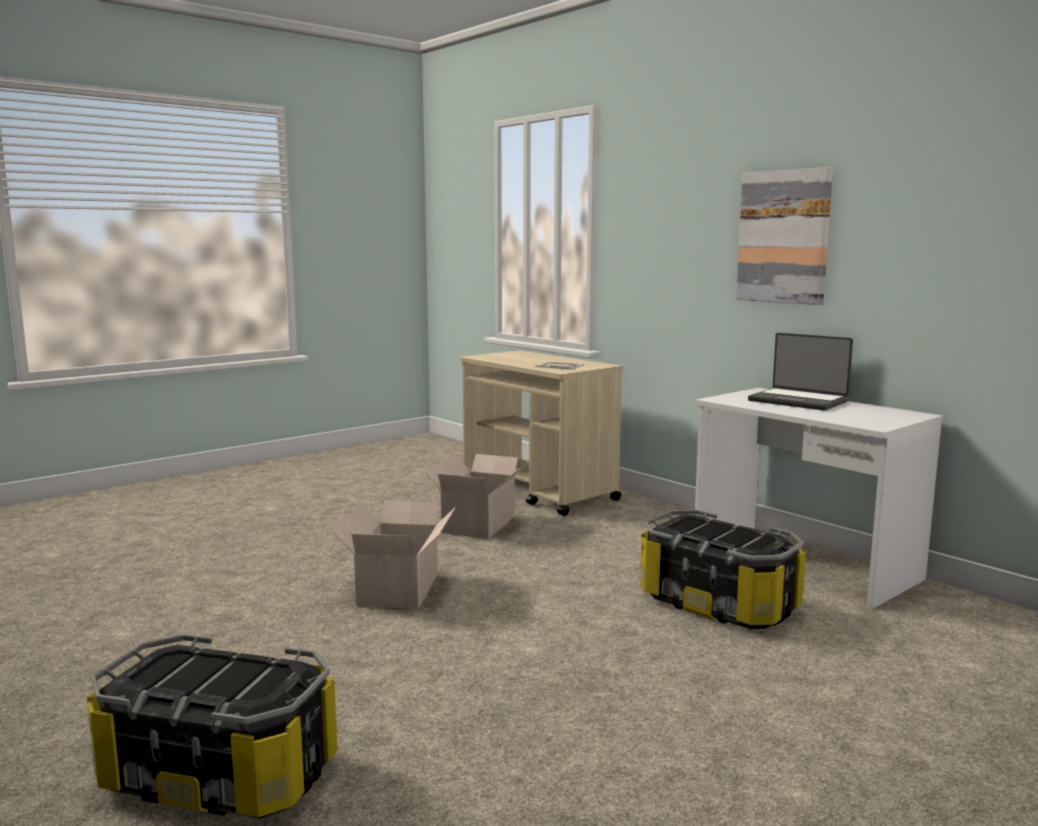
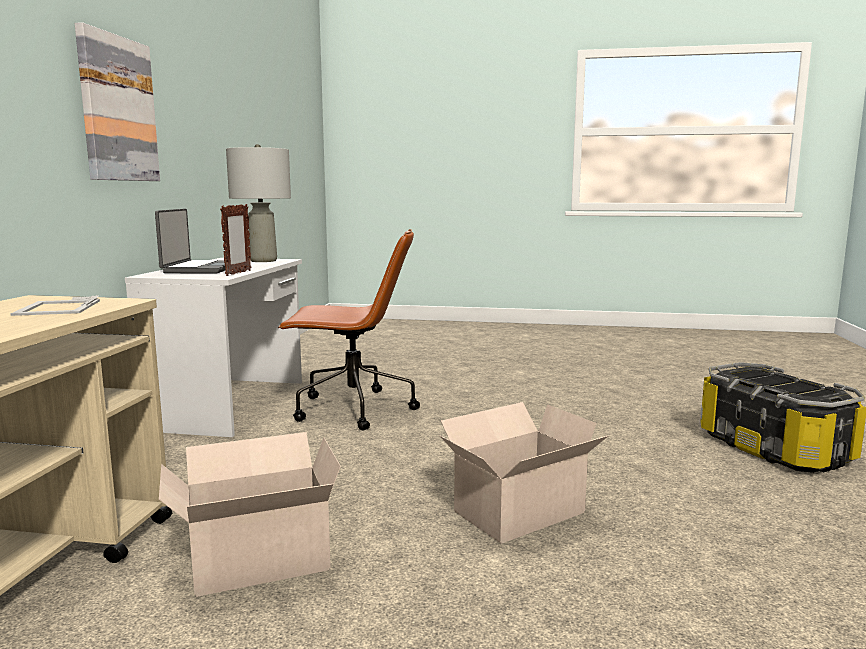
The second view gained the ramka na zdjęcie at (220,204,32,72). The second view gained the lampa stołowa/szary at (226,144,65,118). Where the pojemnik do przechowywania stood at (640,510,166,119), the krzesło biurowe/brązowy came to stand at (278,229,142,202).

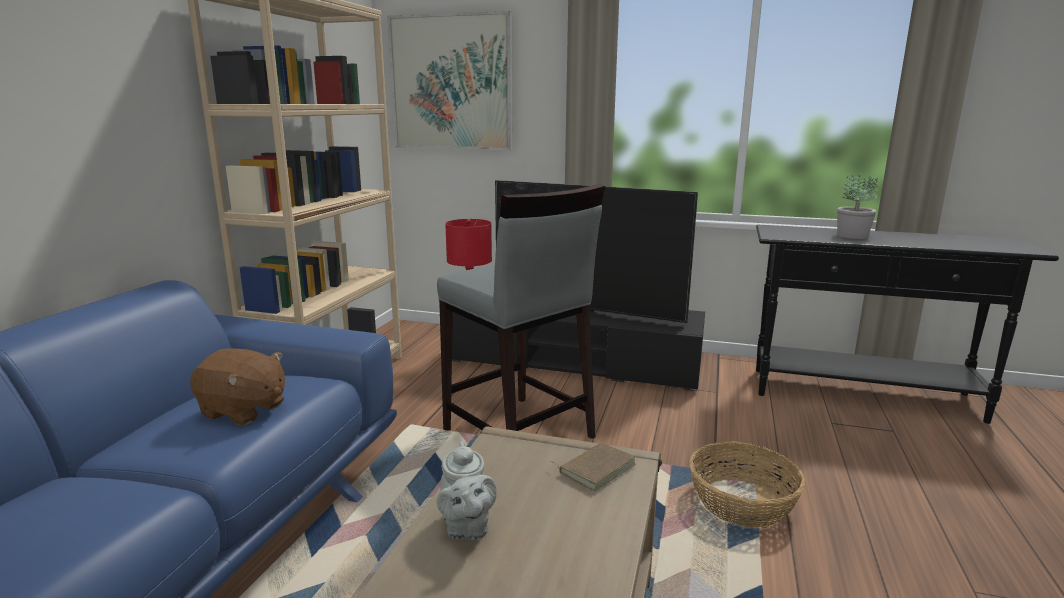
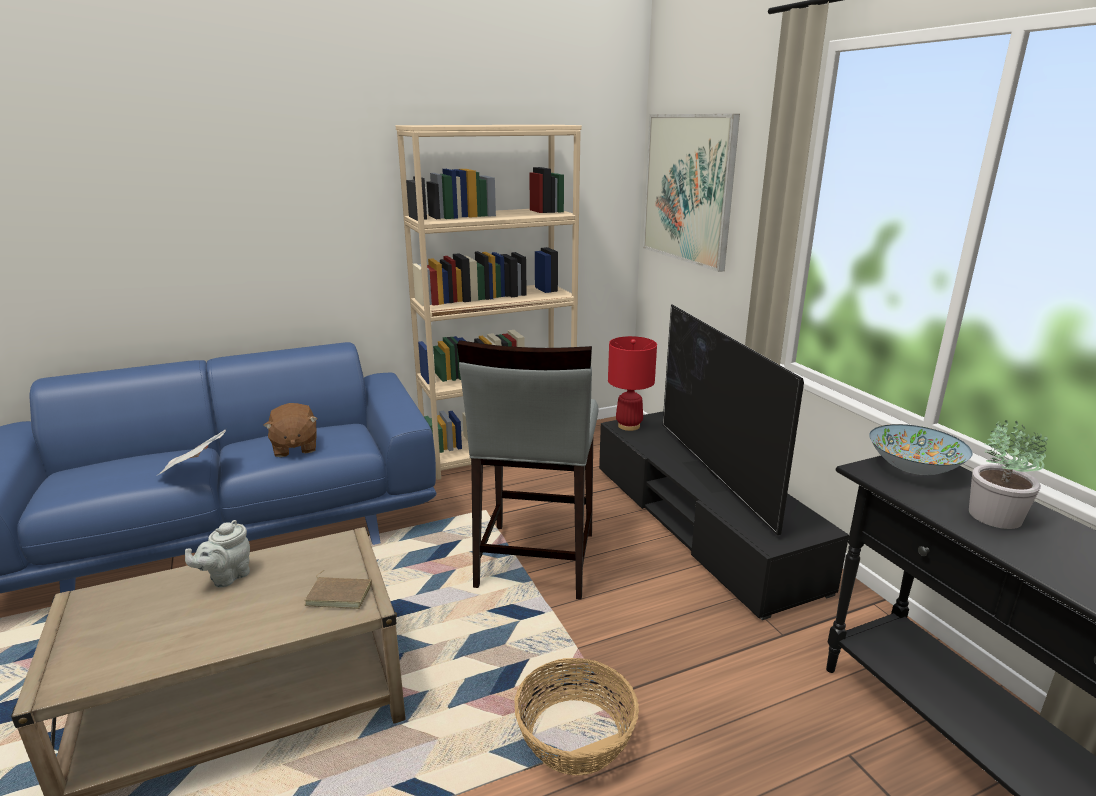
The second view gained the gazeta at (158,429,68,46). The second view gained the miska at (869,424,103,51).

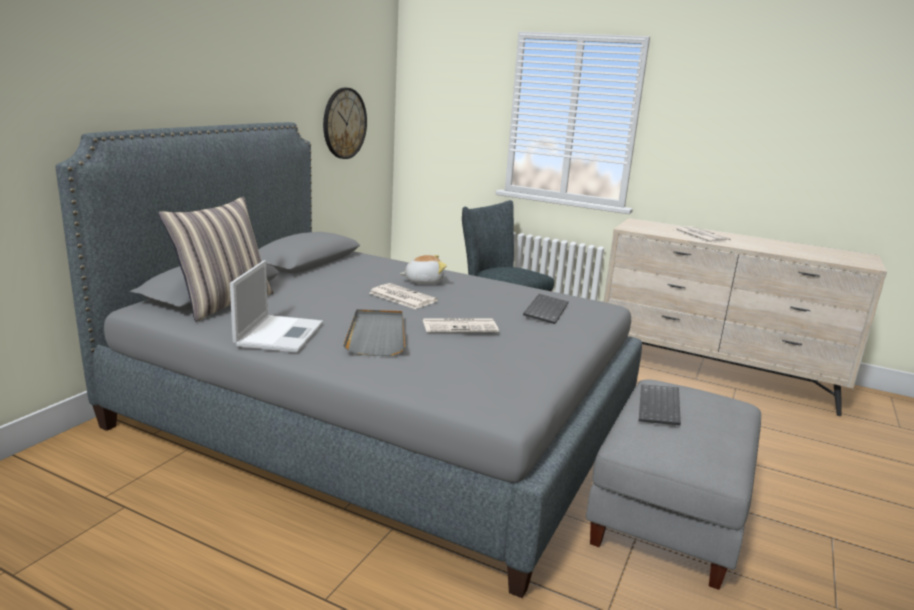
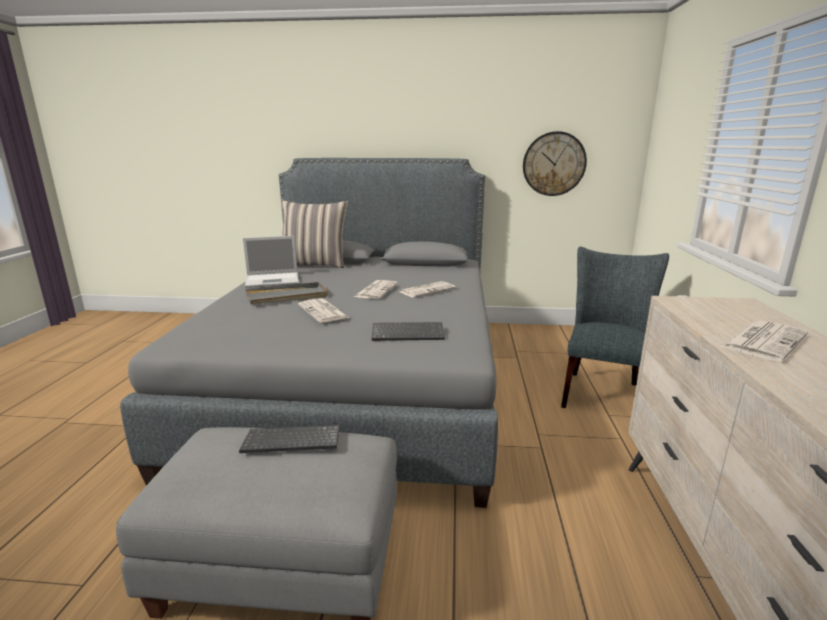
Where the pluszak stood at (400,255,47,29), the gazeta came to stand at (399,281,57,17).

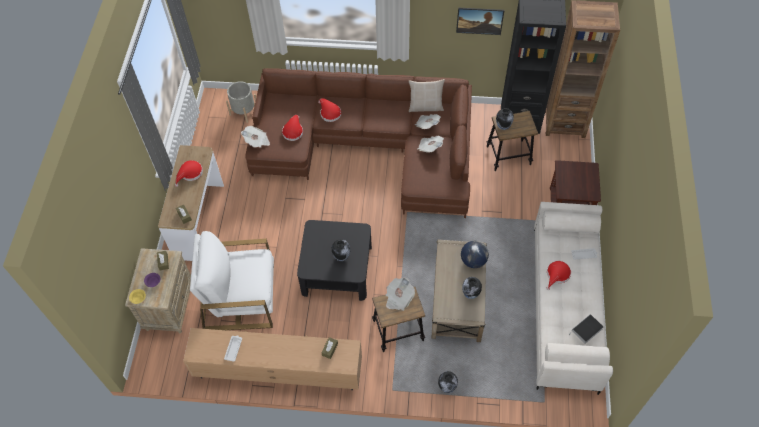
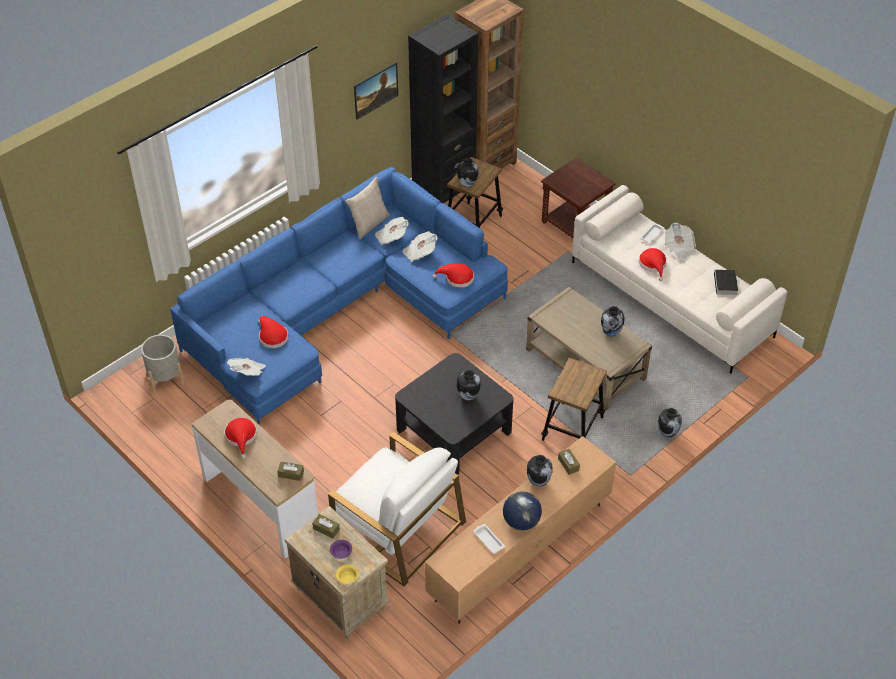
The second view gained the wazon at (527,455,26,32). The kapelusz/czerwony ended up elsewhere, having gone from (318,98,23,24) to (433,263,41,25). The gazeta ended up elsewhere, having gone from (386,277,29,34) to (665,223,31,38). The globus ended up elsewhere, having gone from (461,241,28,27) to (503,491,39,39). What was the kanapa/brązowy at (245,68,227,150) turned into the kanapa/niebieski at (170,167,338,258). The fotel/biały at (190,231,84,99) ended up facing another way, 90 degrees counterclockwise from before.

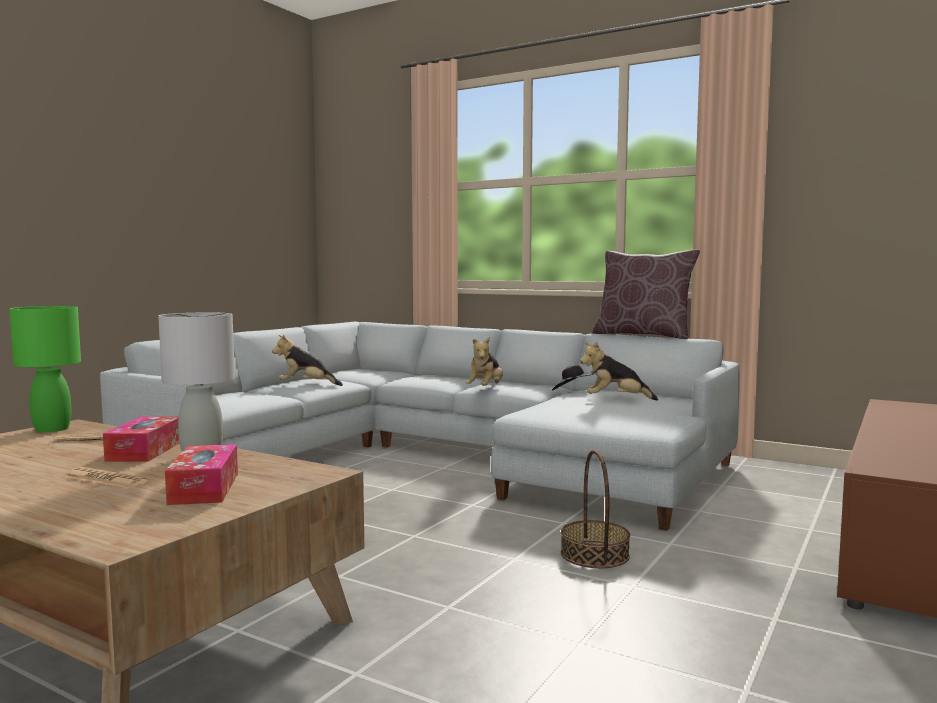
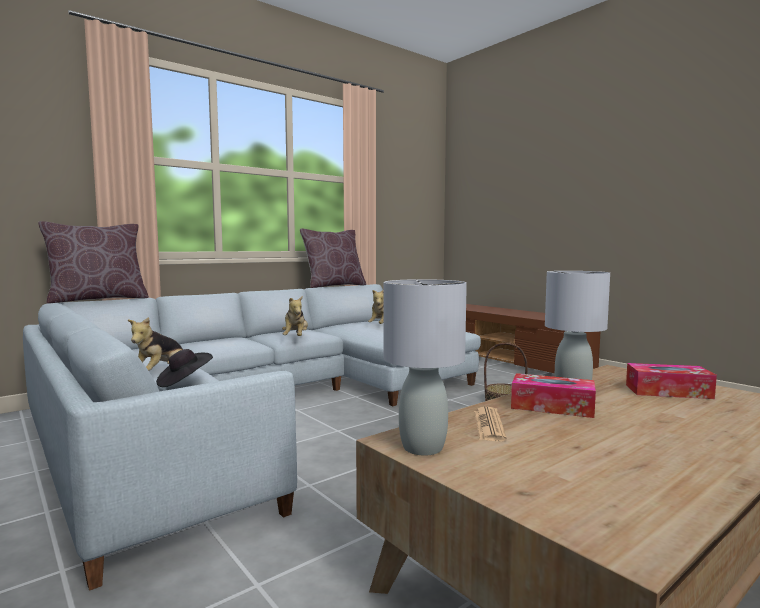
The second view lost the gazeta at (65,467,84,22). The second view gained the poduszka/brązowy at (38,221,111,83). The kapelusz/czarny ended up elsewhere, having gone from (552,365,43,26) to (156,349,57,38). What was the lampa stołowa/zielony at (9,306,72,127) turned into the lampa stołowa/szary at (383,279,84,177). The pluszak at (466,337,37,49) ended up facing another way, 45 degrees clockwise from before.

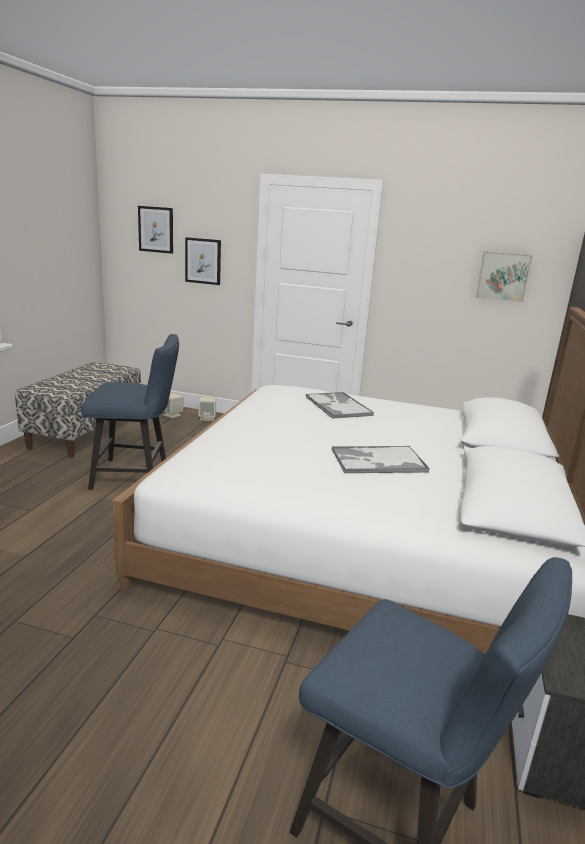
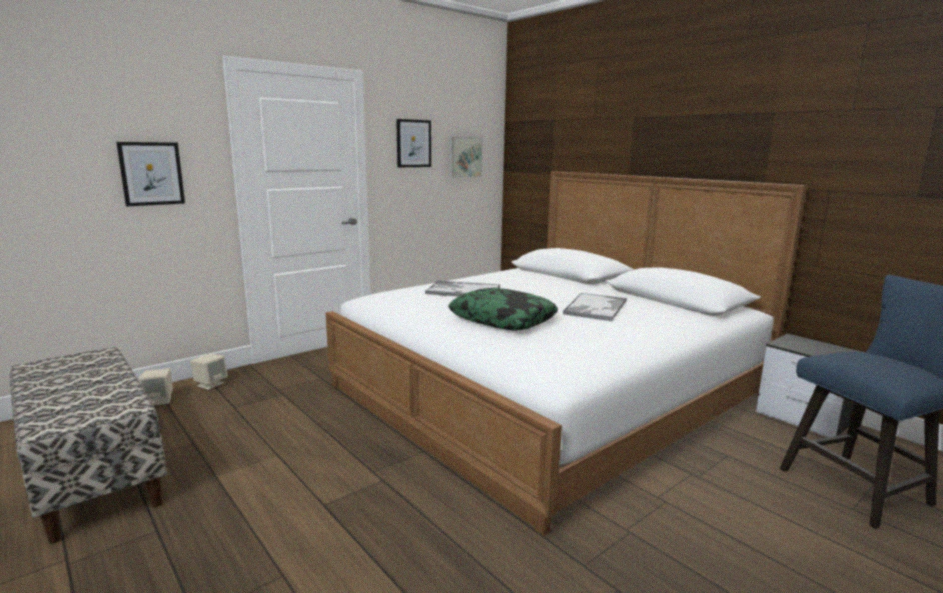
The second view lost the krzesło/niebieski at (81,334,98,156). The second view gained the poduszka at (448,288,110,42). The obraz ended up elsewhere, having gone from (138,206,35,48) to (396,119,35,48).

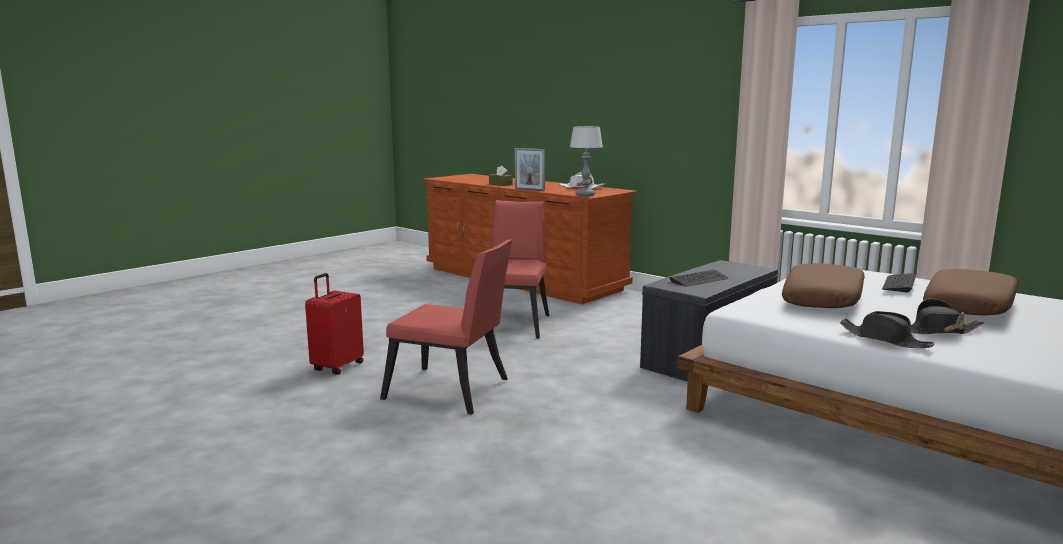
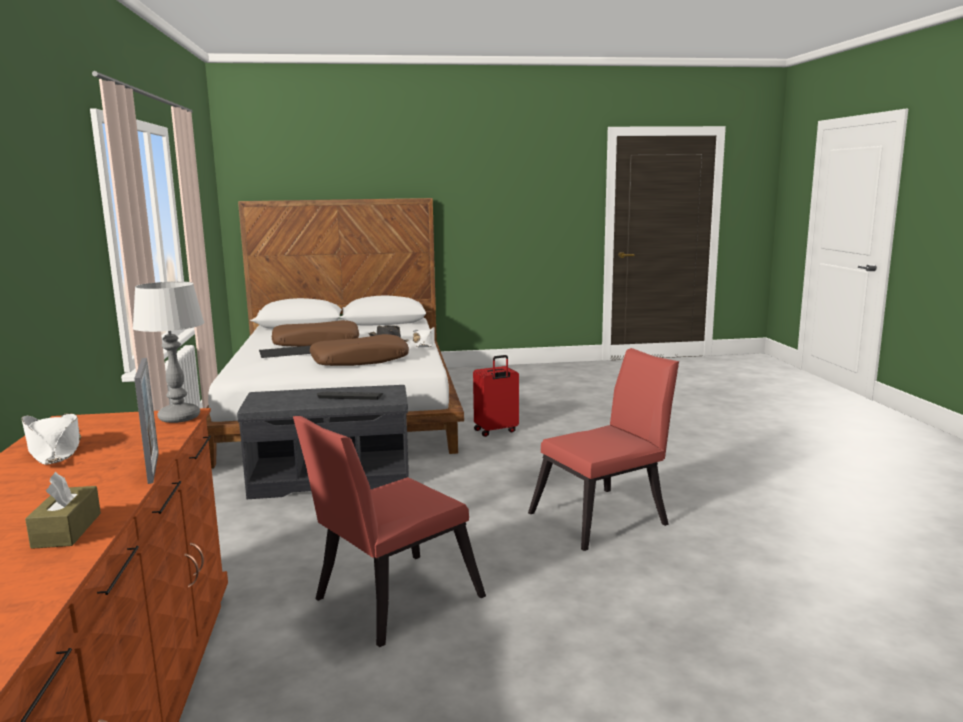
The walizka/czerwony ended up elsewhere, having gone from (305,273,59,102) to (473,355,46,82). What was the kapelusz/czarny at (840,311,94,37) turned into the kapelusz/biały at (413,327,22,20). The krzesło/czerwony at (380,239,132,175) ended up facing another way, 90 degrees clockwise from before.

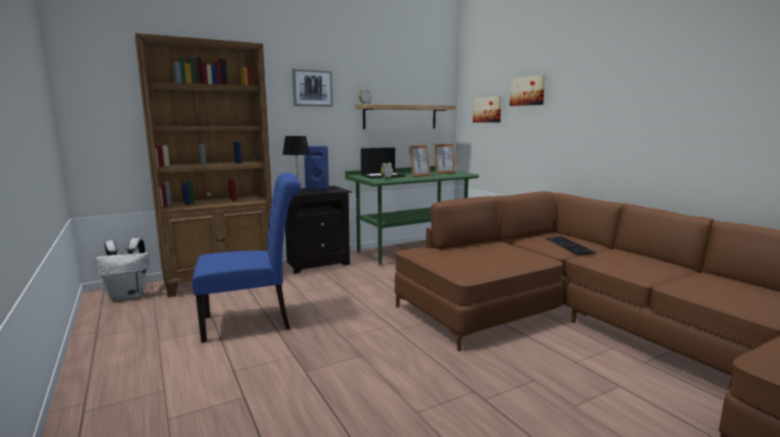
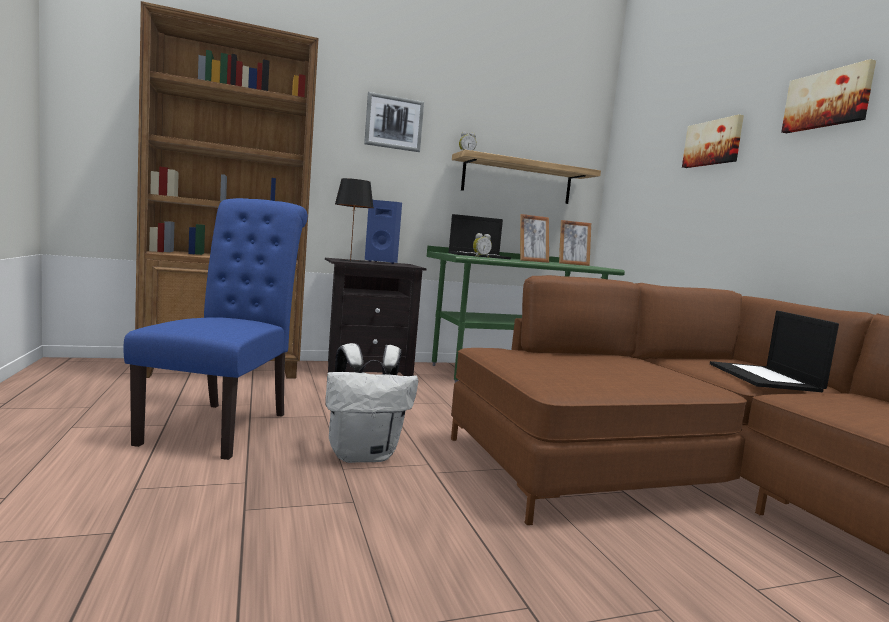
The plecak/biały ended up elsewhere, having gone from (95,238,54,63) to (325,343,93,120). The obraz ended up elsewhere, having gone from (473,97,29,26) to (781,59,95,74). Where the klawiatura stood at (545,236,52,19), the laptop came to stand at (710,311,129,81). The krzesło/niebieski at (192,173,109,170) ended up facing another way, 75 degrees counterclockwise from before.

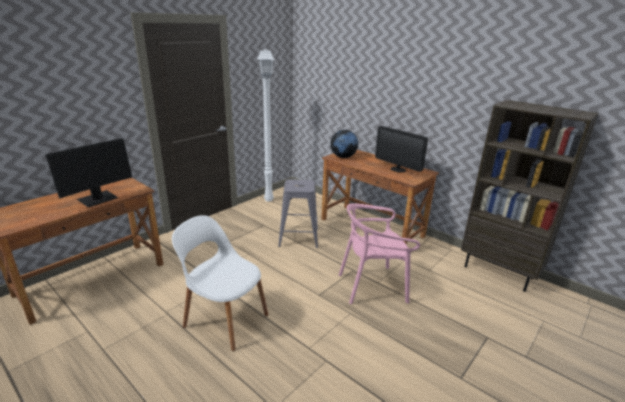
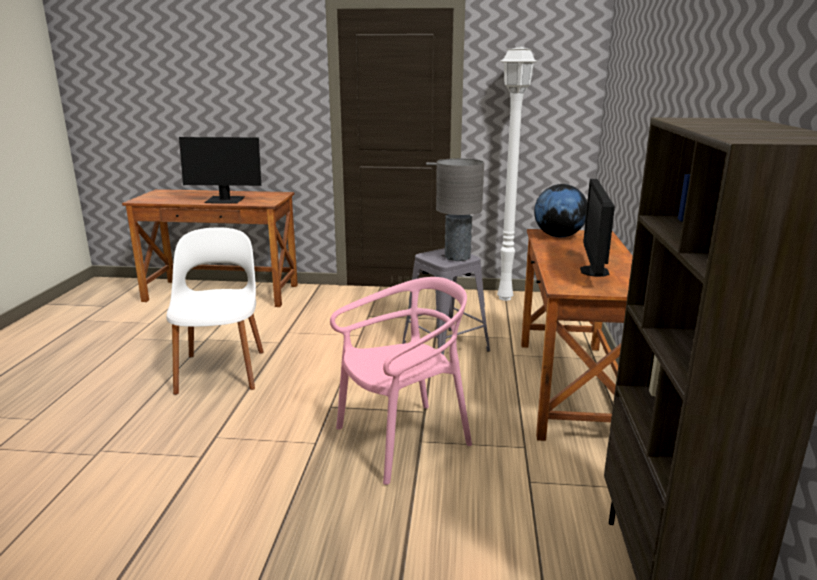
The second view gained the lampa stołowa/szary at (436,158,48,103). The krzesło/różowy at (339,203,81,101) ended up facing another way, 105 degrees clockwise from before.

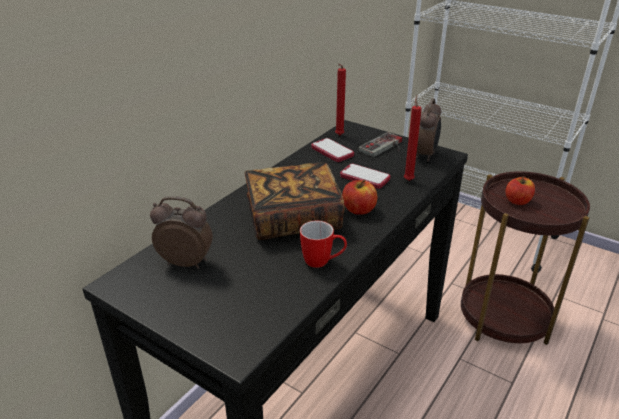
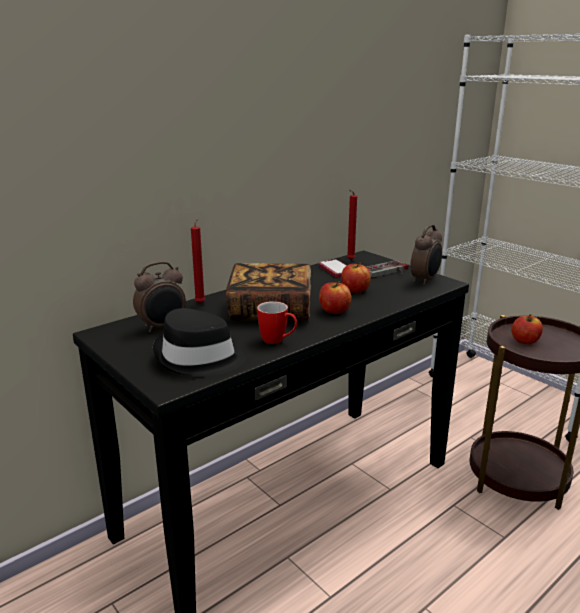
The second view gained the kapelusz/czarny at (153,308,93,68). The świeca/czerwony ended up elsewhere, having gone from (404,95,18,86) to (191,217,14,87). Where the telefon stood at (340,164,50,25), the jabłko came to stand at (341,263,30,30). The budzik at (150,196,63,73) ended up facing another way, 120 degrees clockwise from before.

